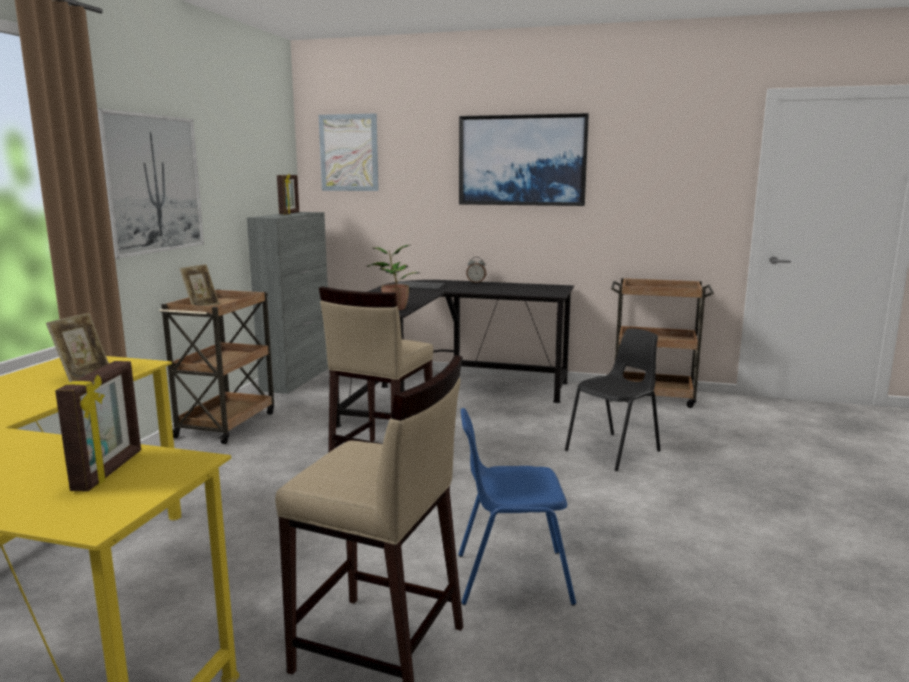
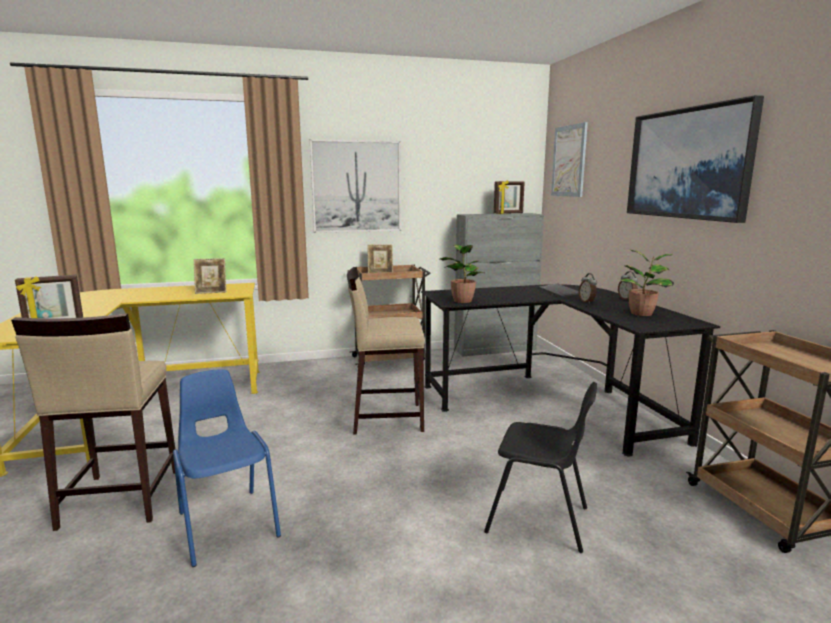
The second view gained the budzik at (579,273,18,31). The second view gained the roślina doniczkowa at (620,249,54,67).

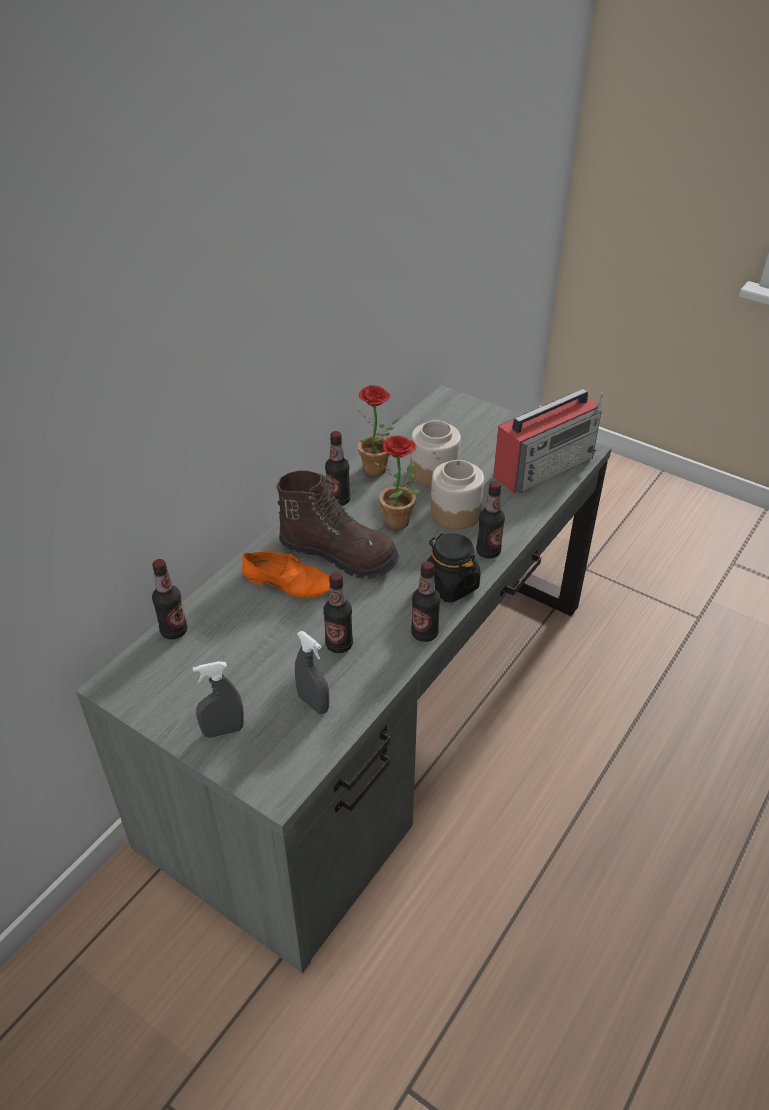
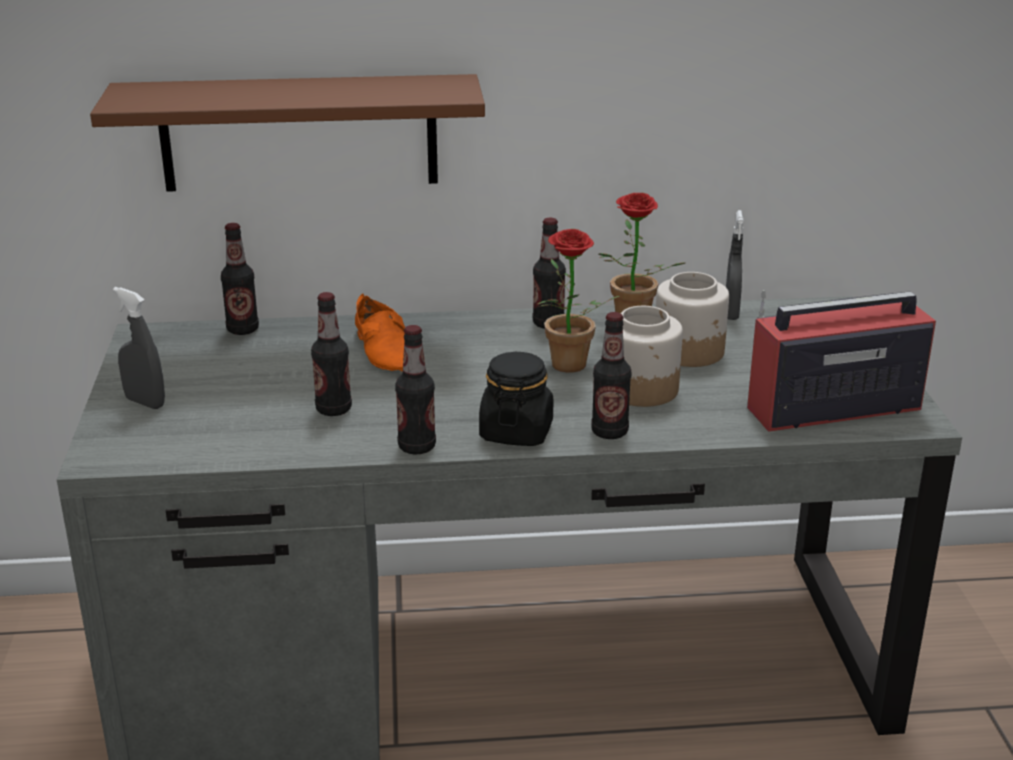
The second view lost the but z cholewką/brązowy at (276,470,123,109). The second view gained the półka/brązowy at (90,74,395,118). The spryskiwacz/szary ended up elsewhere, having gone from (295,631,34,83) to (726,210,18,110). The radio at (493,389,110,104) ended up facing another way, 150 degrees clockwise from before.

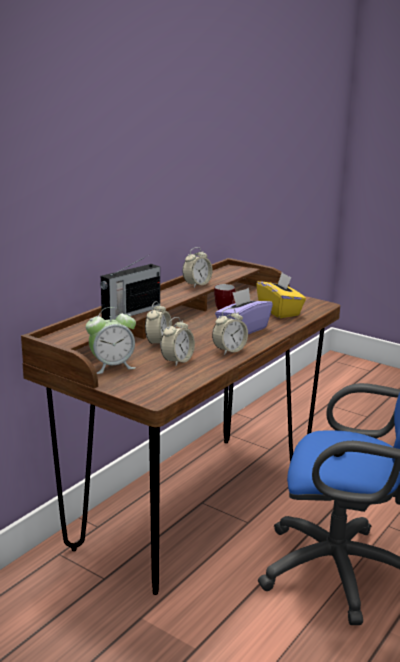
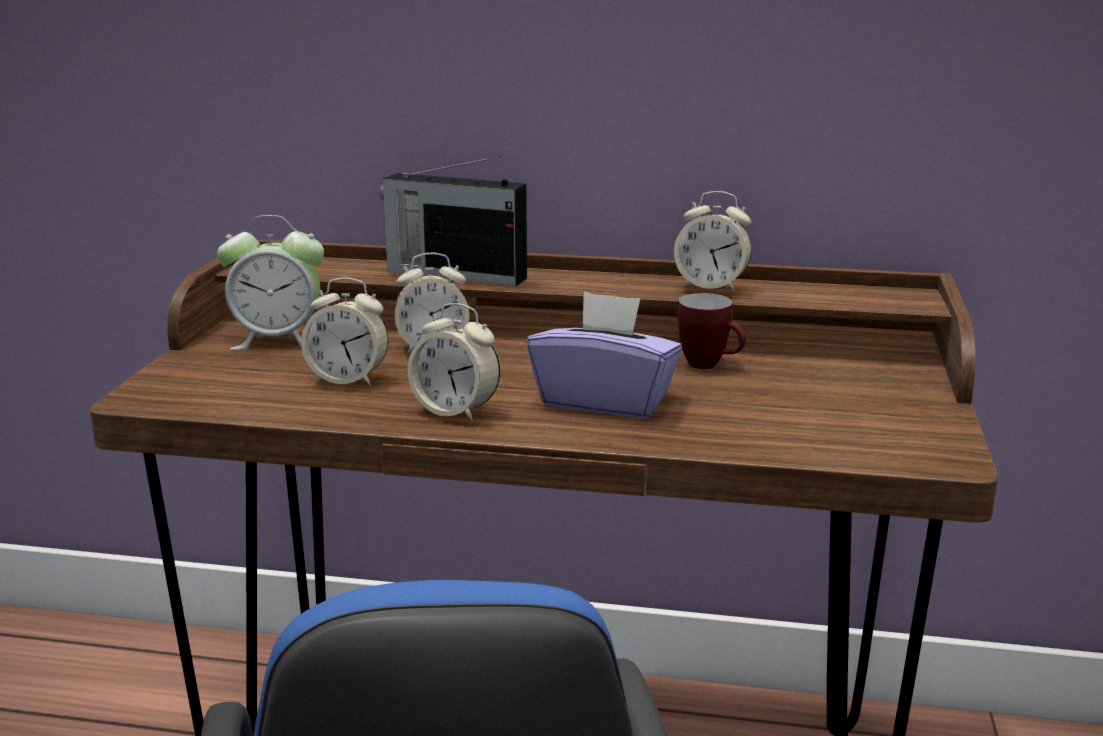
The second view lost the pudełko chusteczek/żółty at (256,272,50,46). The budzik at (86,307,50,67) ended up facing another way, 45 degrees counterclockwise from before.

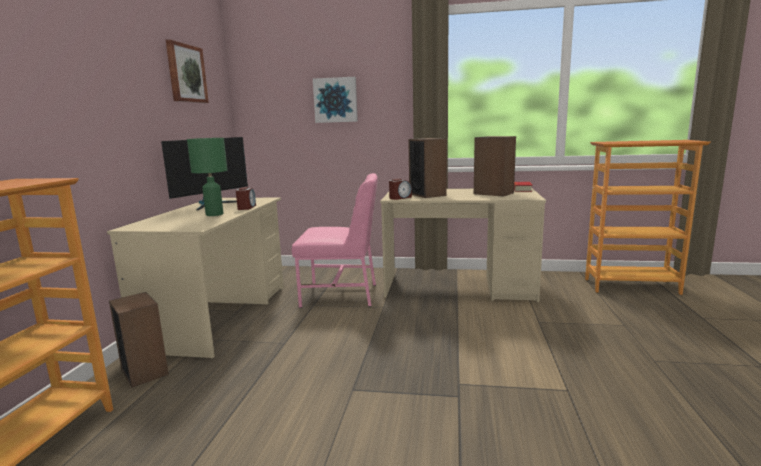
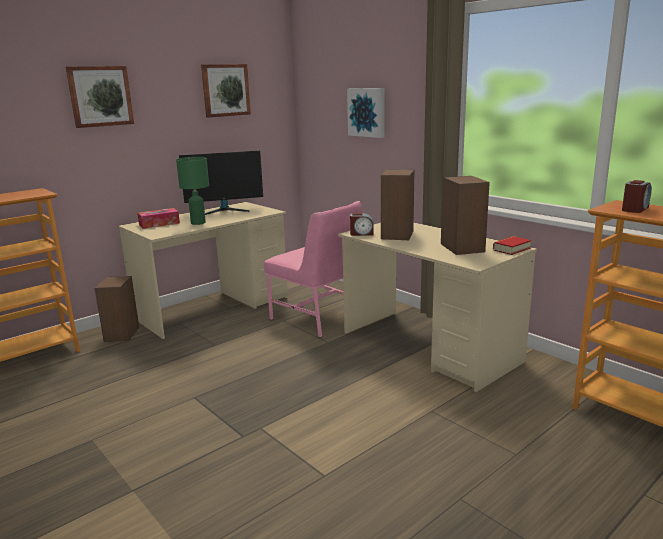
The second view gained the obraz at (66,66,68,62). The second view gained the pudełko chusteczek at (137,208,43,21). The budzik ended up elsewhere, having gone from (236,187,20,23) to (622,180,30,33).

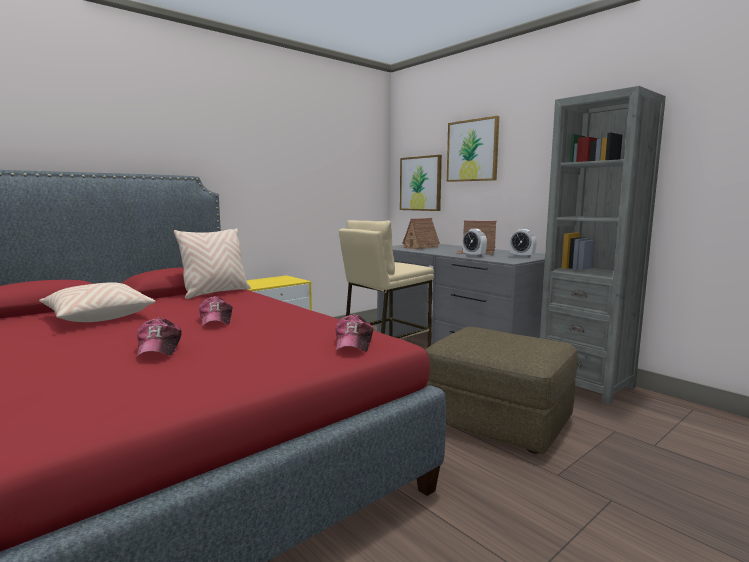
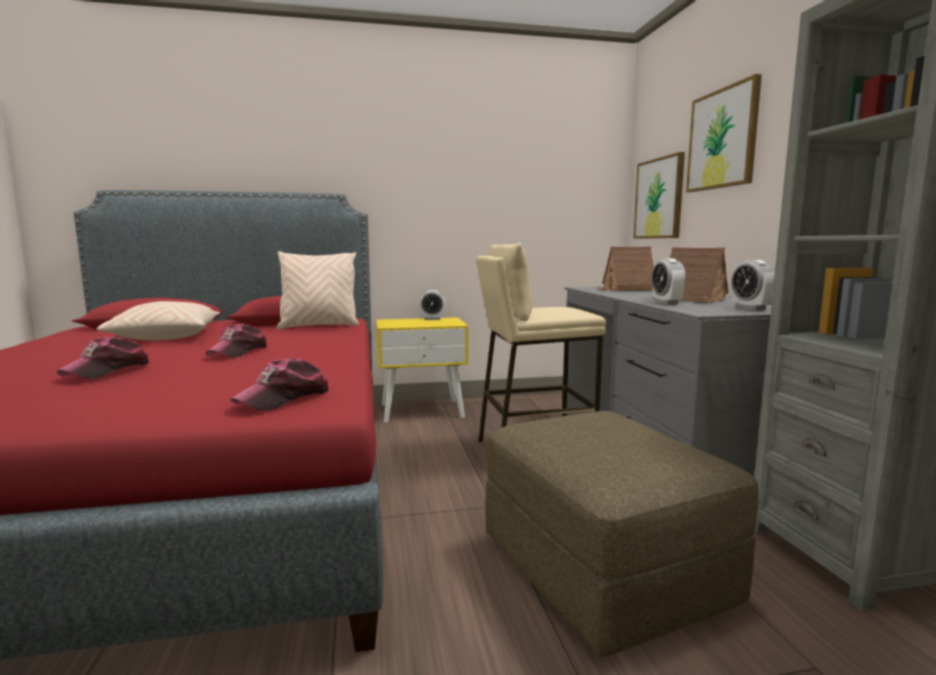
The second view gained the budzik at (419,290,27,30).

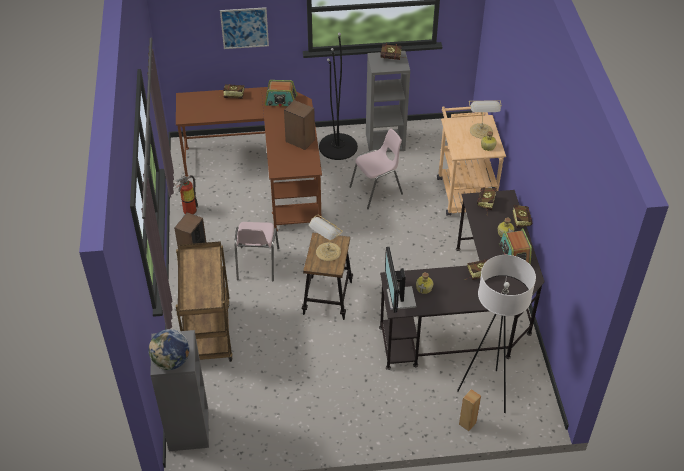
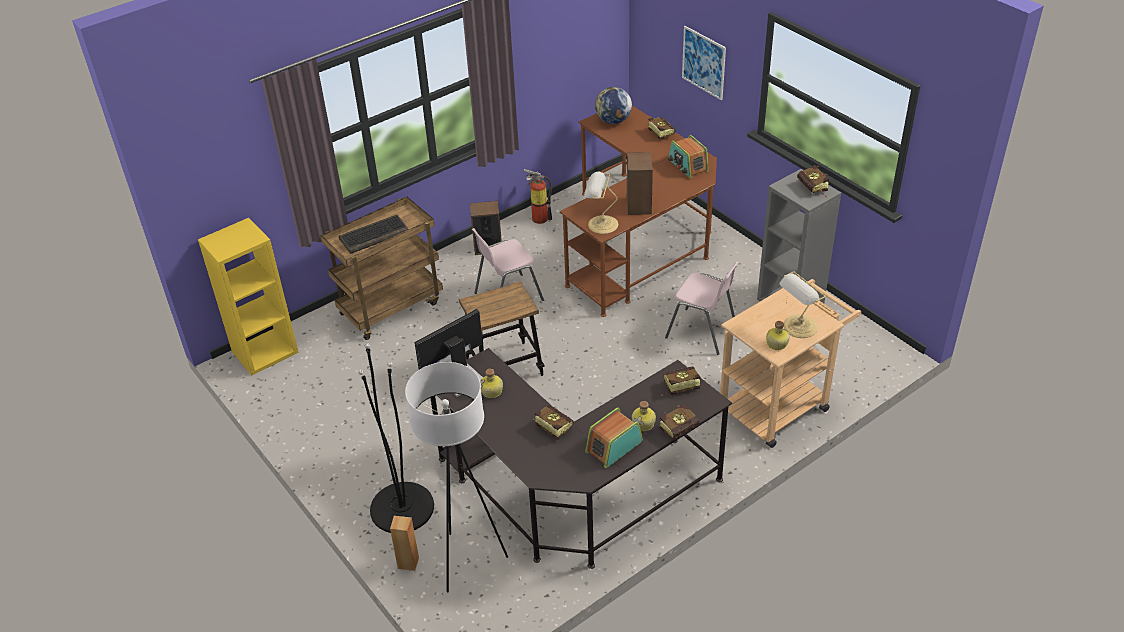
The second view gained the klawiatura at (339,215,69,39). The globus ended up elsewhere, having gone from (148,329,42,41) to (595,87,37,37). The lampa stołowa ended up elsewhere, having gone from (309,214,34,47) to (584,172,34,62). The lampa stojąca/czarny ended up elsewhere, having gone from (319,33,39,127) to (358,343,76,190). What was the regał/szary at (150,330,59,121) turned into the regał/żółty at (198,218,101,157).

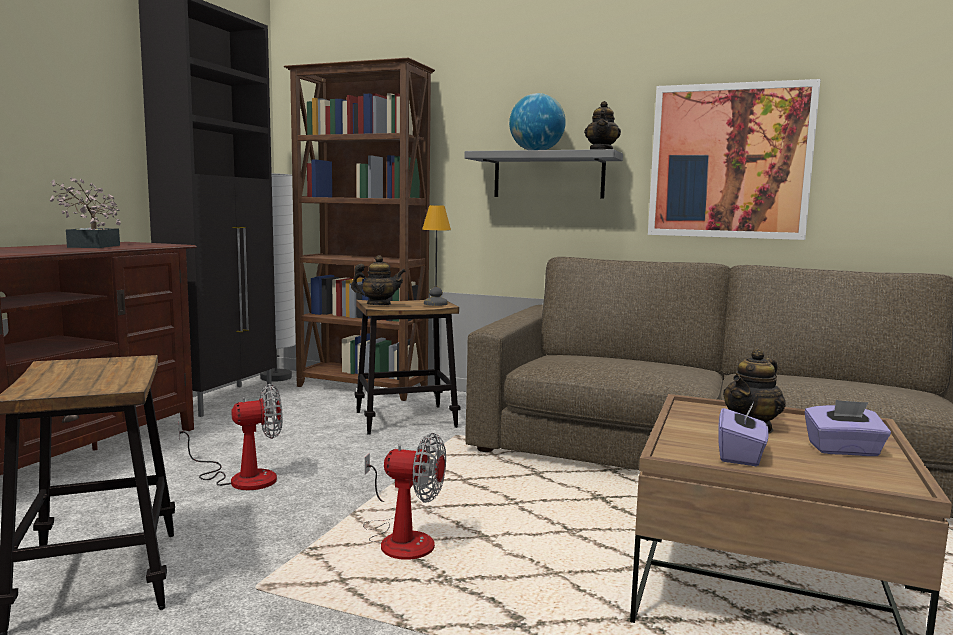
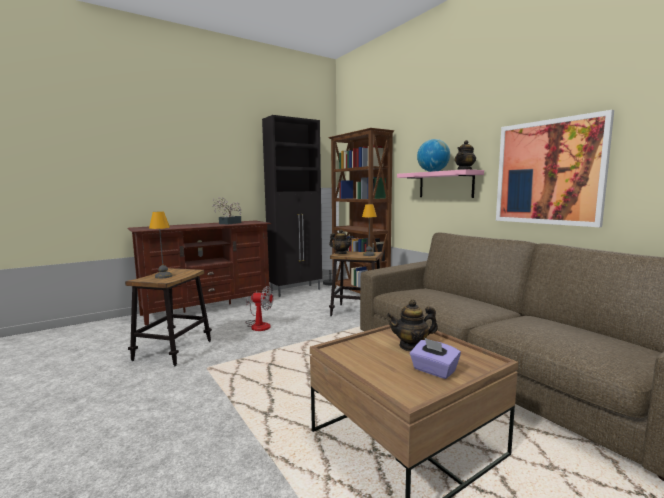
The second view lost the wentylator at (363,433,83,127). The second view lost the pudełko chusteczek/fioletowy at (718,403,51,63). The second view gained the lampa stołowa at (149,212,23,67). What was the półka/szary at (465,149,158,50) turned into the półka/różowy at (397,169,87,29).

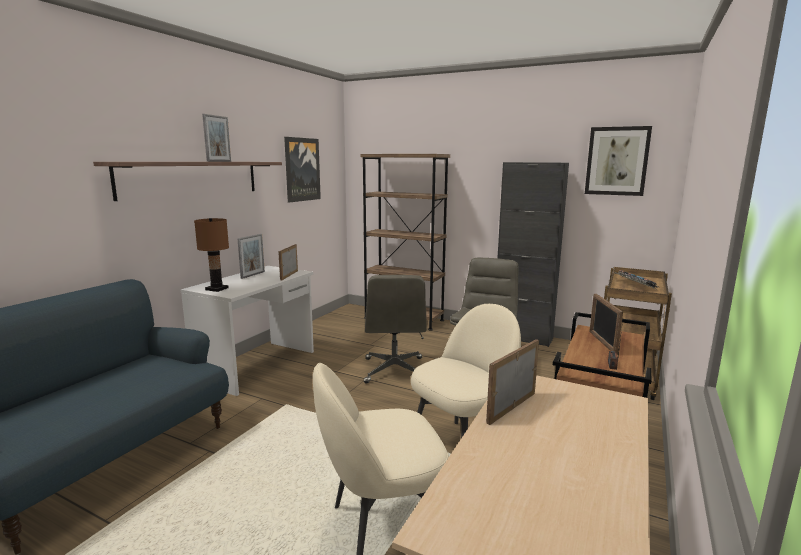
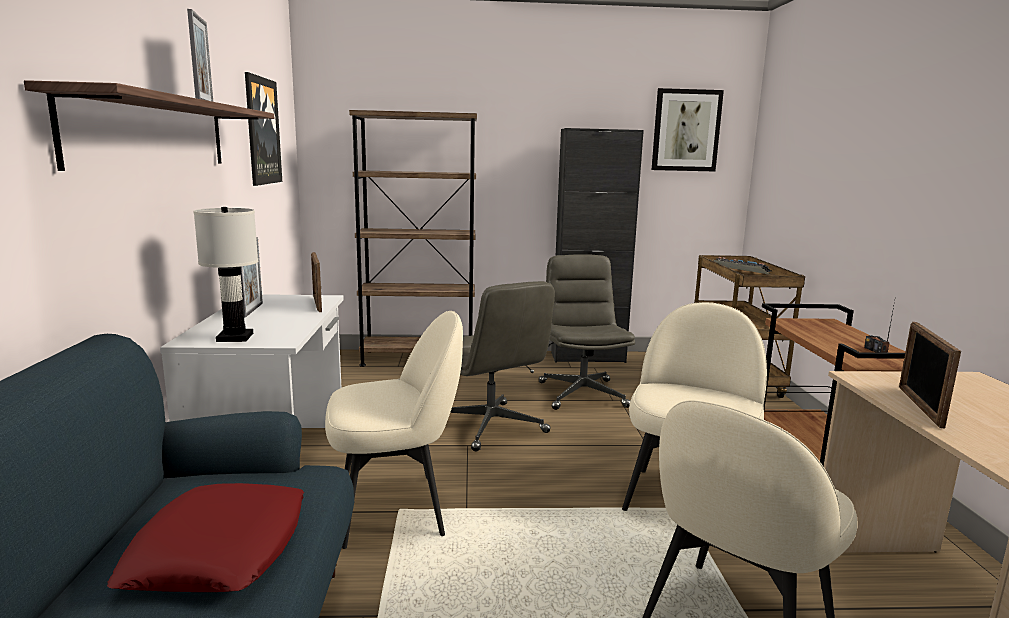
The second view lost the ramka na zdjęcie at (589,294,34,61). The second view gained the poduszka/czerwony at (107,483,197,109). The second view gained the krzesło/beżowy at (325,311,138,238). What was the lampa stołowa/brązowy at (194,218,35,74) turned into the lampa stołowa/biały at (193,207,65,135).

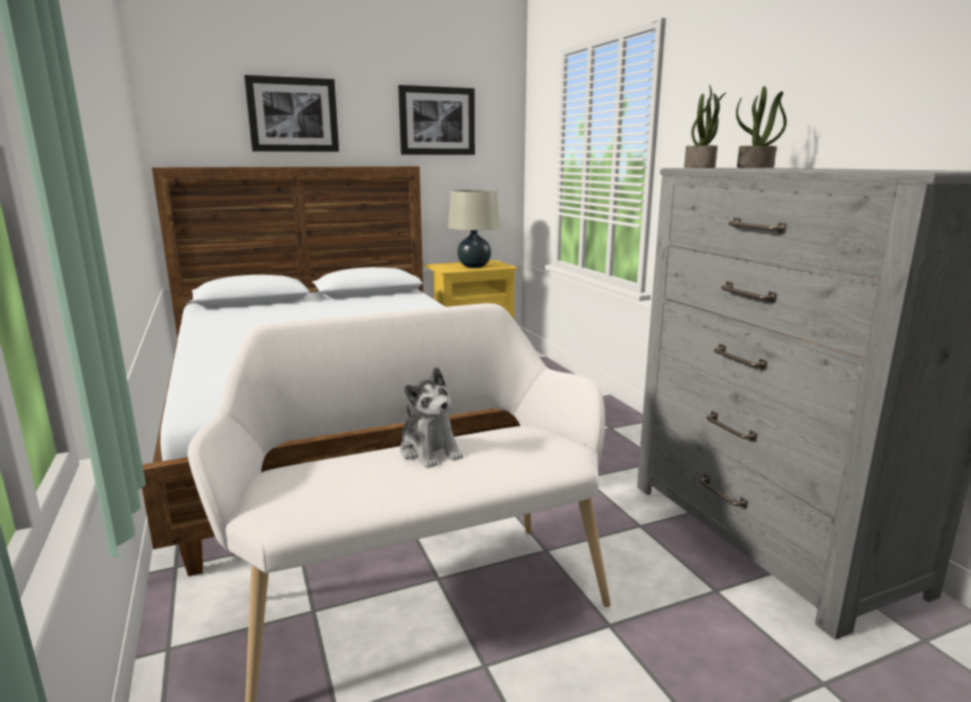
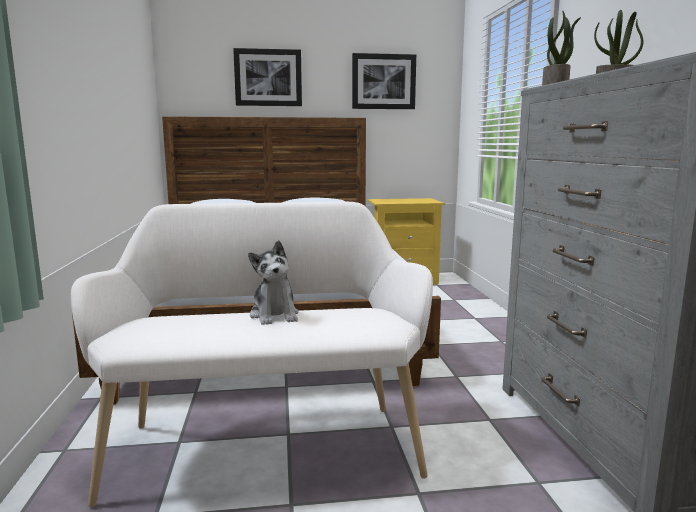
The second view lost the lampa stołowa/beżowy at (448,190,52,78).

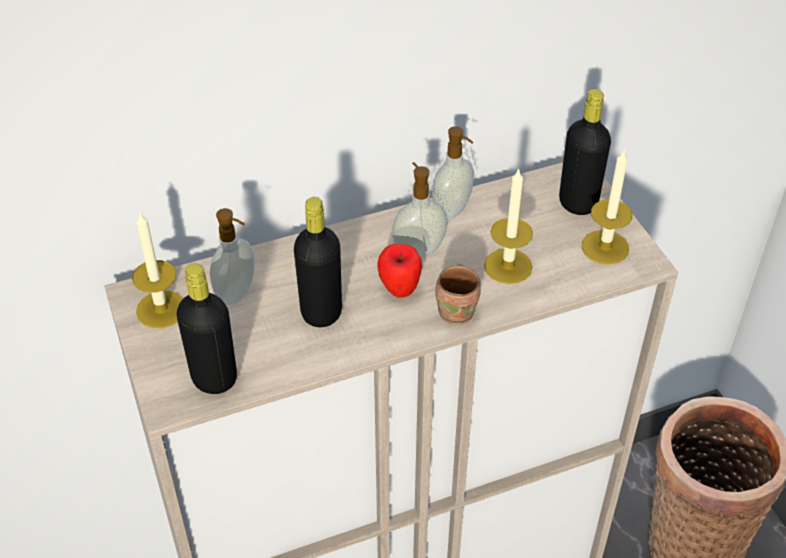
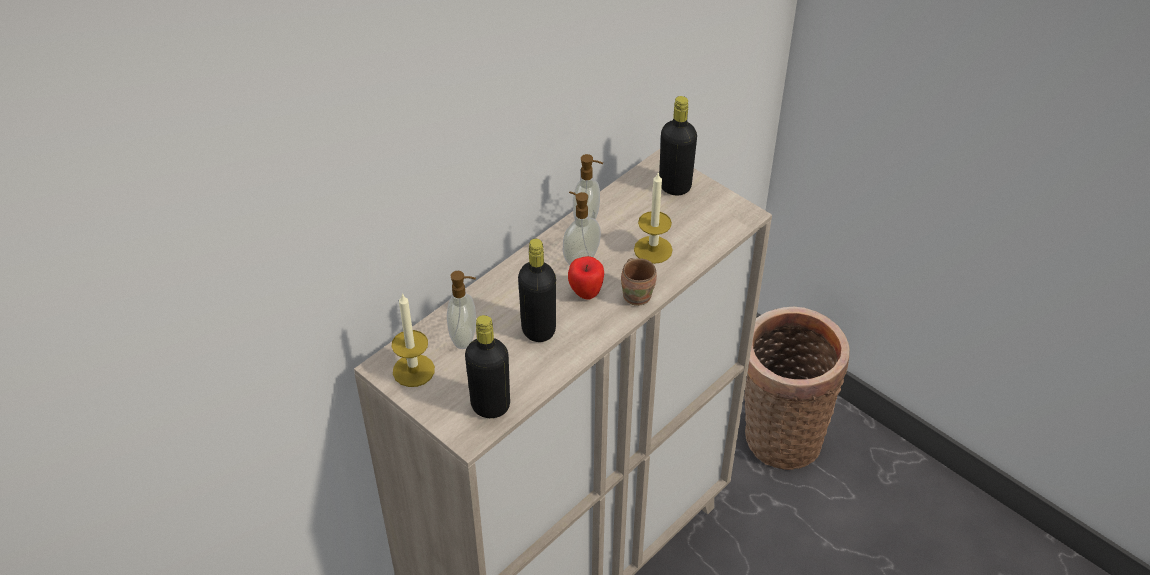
The second view lost the świeca at (582,149,51,115).

